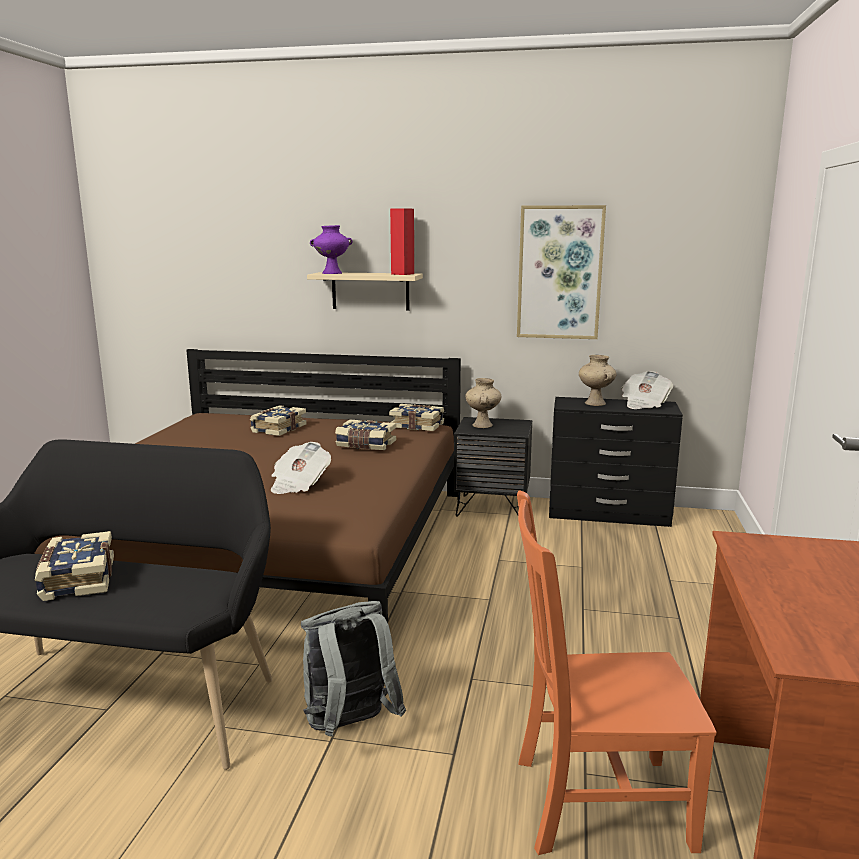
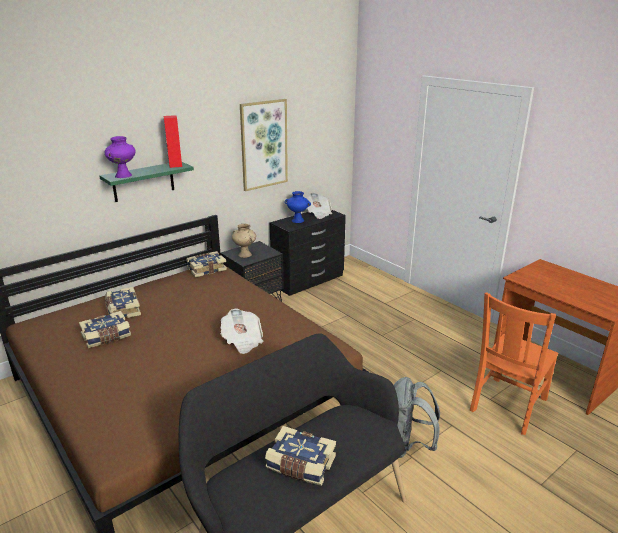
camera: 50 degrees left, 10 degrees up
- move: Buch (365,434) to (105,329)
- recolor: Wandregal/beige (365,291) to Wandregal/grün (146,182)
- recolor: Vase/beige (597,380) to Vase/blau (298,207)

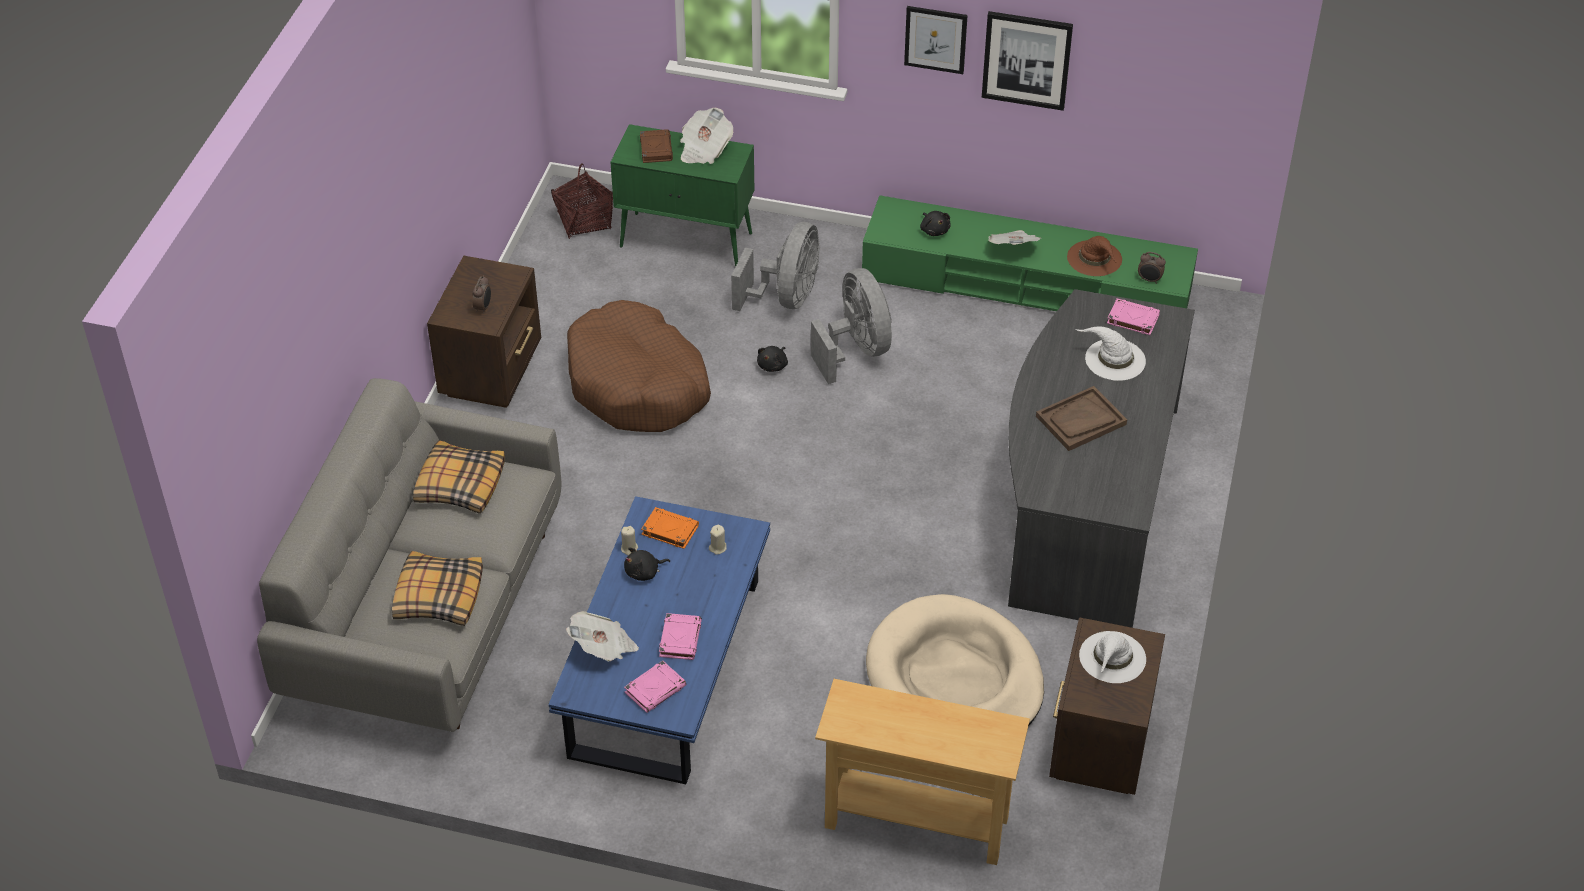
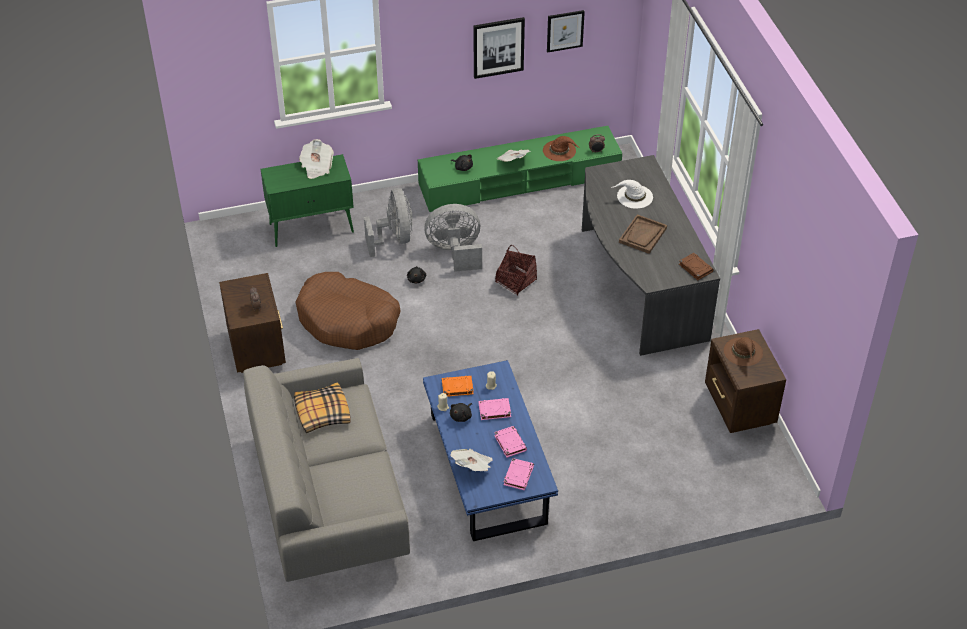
camera: 30 degrees left, 0 degrees up
- rotate: Ventilator/grau (851,326) = (453,238) 45 degrees counterclockwise
- move: Buch/rosa (1133,316) to (494,409)
- move: Korb (582,201) to (516,270)
- move: Bild (936,40) to (566,31)
- move: Buch/braun (656,146) to (696,266)
- recolor: Hut/weiß (1112,657) to Hut/braun (743,351)
- delete: Kissen (437,588)
- delete: Konsolentisch/beige (922,772)
- delete: Hundebett/beige (955,659)

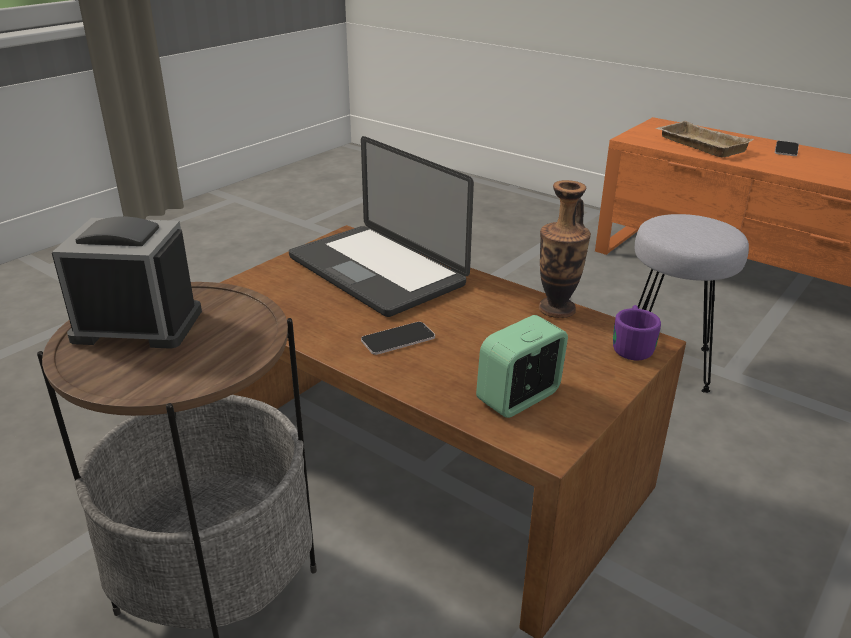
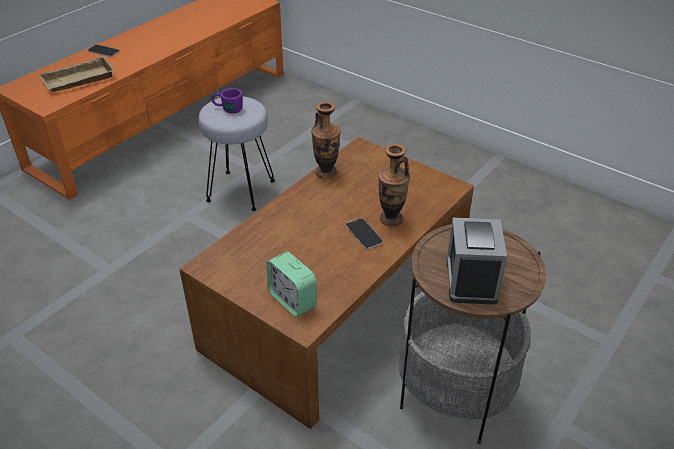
camera: 90 degrees left, 10 degrees up
- move: Henkelbecher/lila (637,332) to (227,101)
- move: Wecker (522,366) to (292,284)
- insert: Vase (394,185)
- delete: Laptop (381,226)

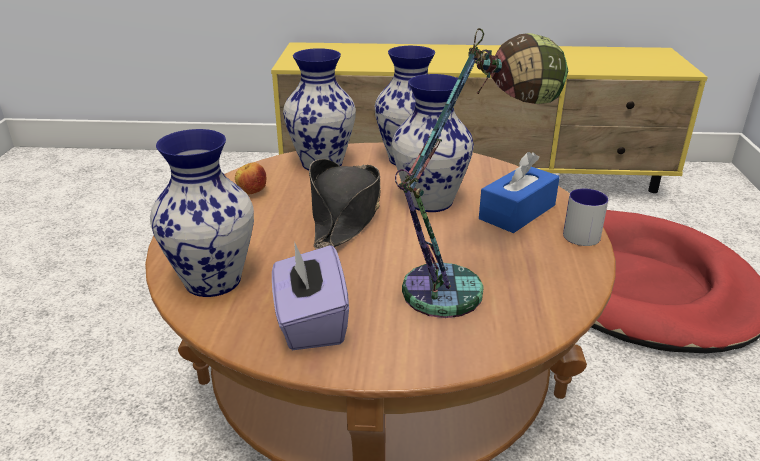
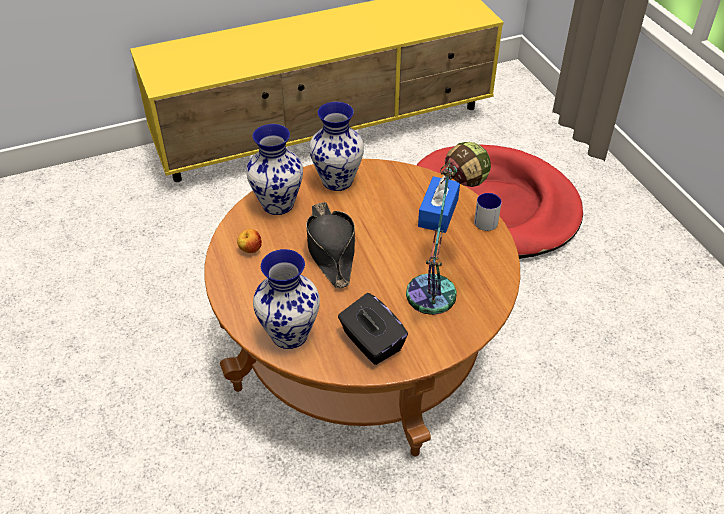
camera: 25 degrees left, 15 degrees up
- recolor: Taschentuchbox/lila (310,296) to Taschentuchbox/schwarz (373,329)
- delete: Vase (433,143)

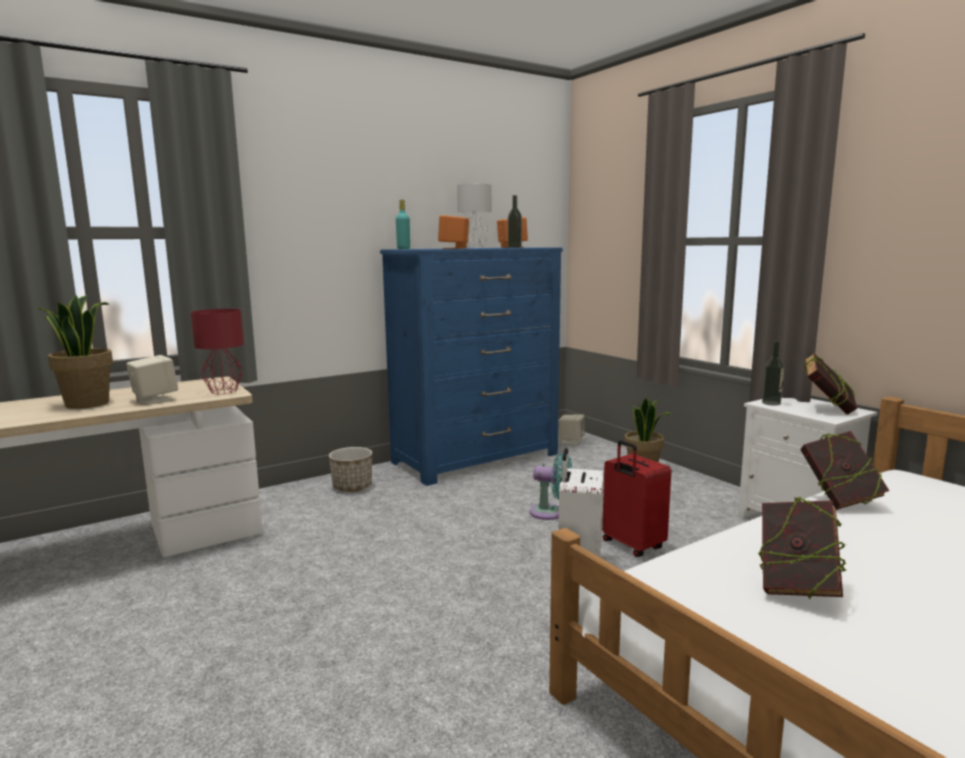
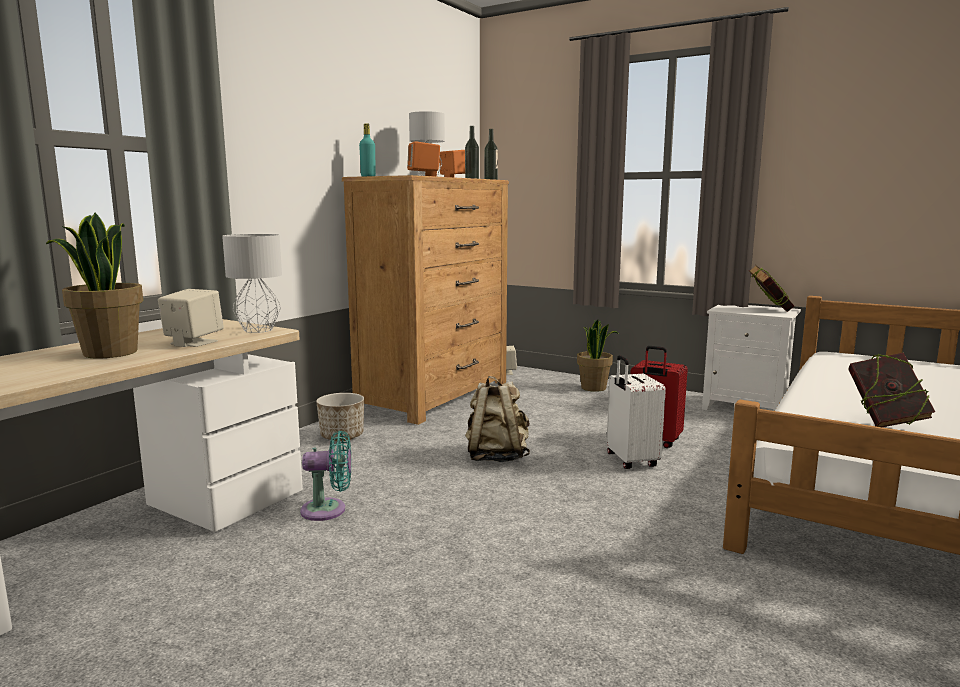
camera: 25 degrees left, 0 degrees up
- recolor: Tischlampe/rot (217,351) to Tischlampe/grau (252,283)
- move: Ventilator/türkis (551,486) to (325,476)
- recolor: Kommode/blau (471,367) to Kommode/braun (425,300)
- insert: Rucksack/beige (497,419)
- move: Flasche (773,373) to (491,154)
- delete: Buch (845,470)

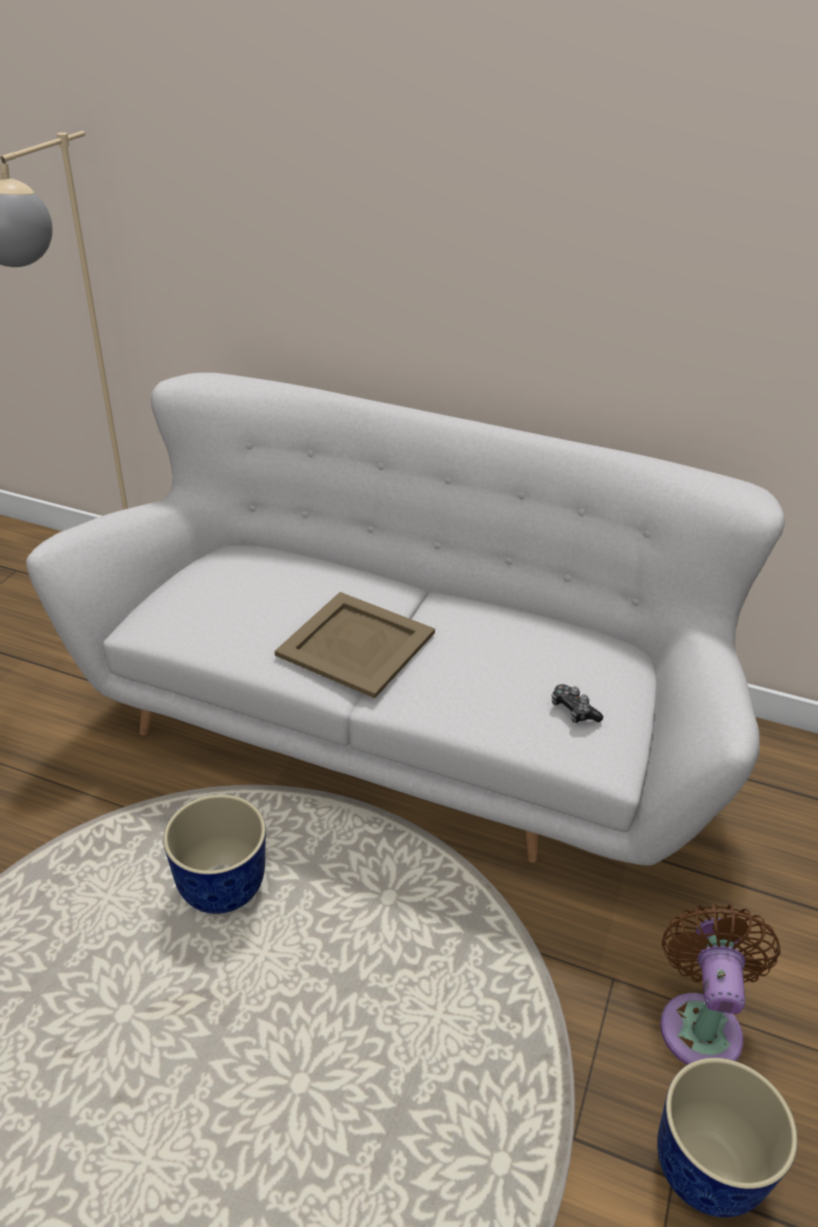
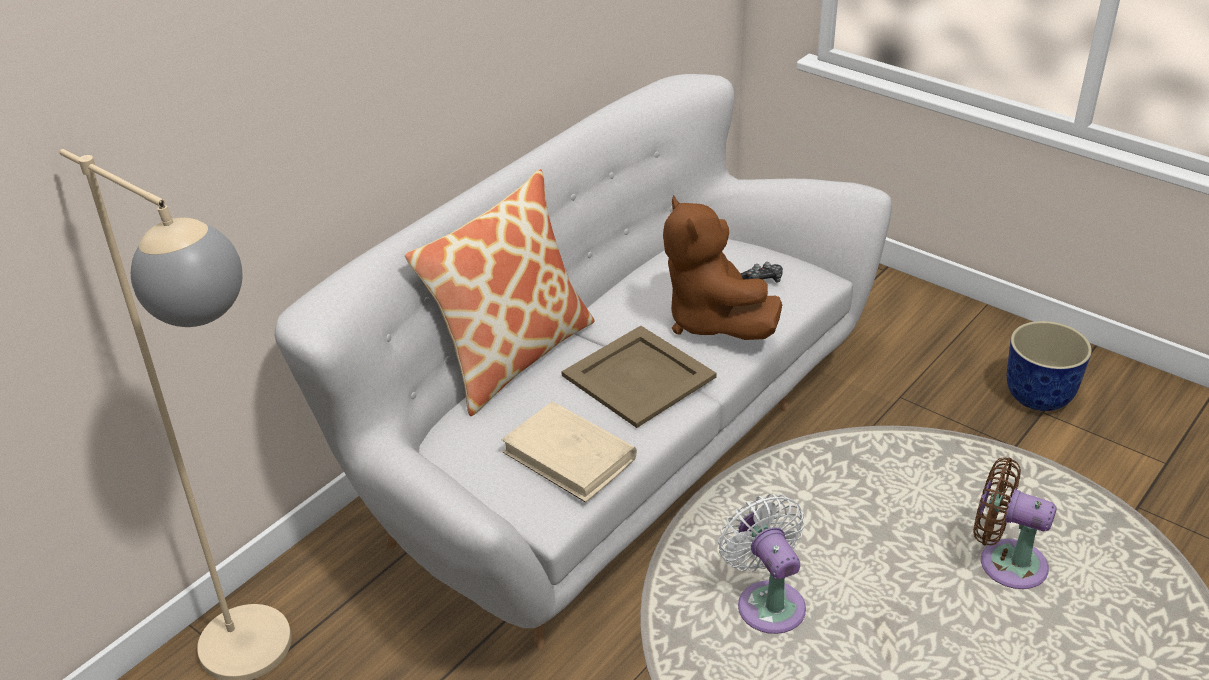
camera: 70 degrees left, 0 degrees up
- insert: Kissen (500,292)
- insert: Buch/beige (569,452)
- insert: Plüschtier/braun (722,267)
- replace: Pflanzkübel (214,854) to Ventilator/weiß (762,564)
- move: Ventilator/braun (720,984) to (1015,523)

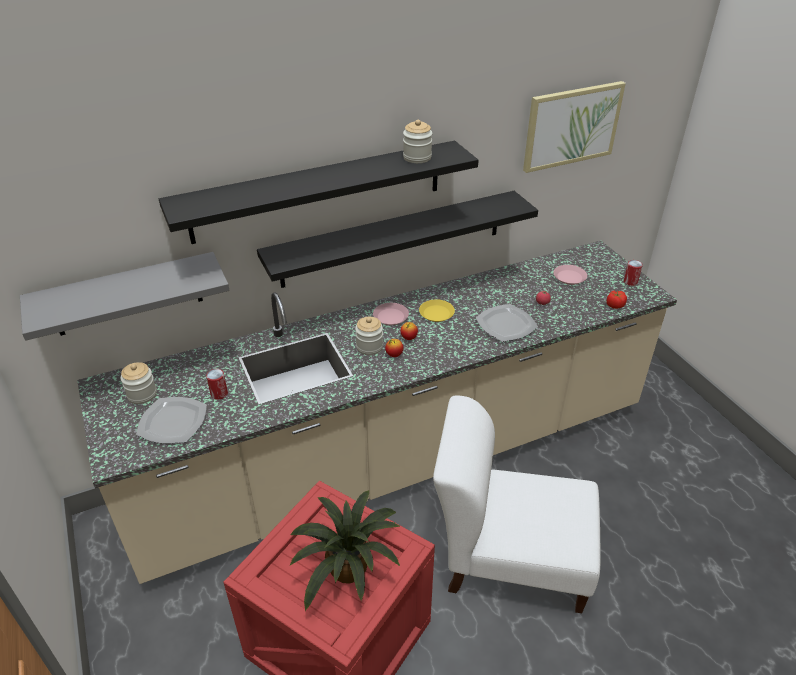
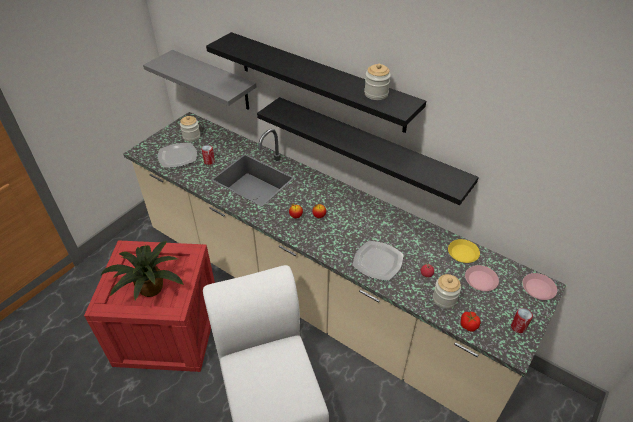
camera: 60 degrees right, 5 degrees up
- move: Vorratsglas (369,336) to (447,291)
- move: Teller/gelb (437,310) to (464,251)
- move: Teller/rosa (391,314) to (539,286)
- delete: Bild (574,127)

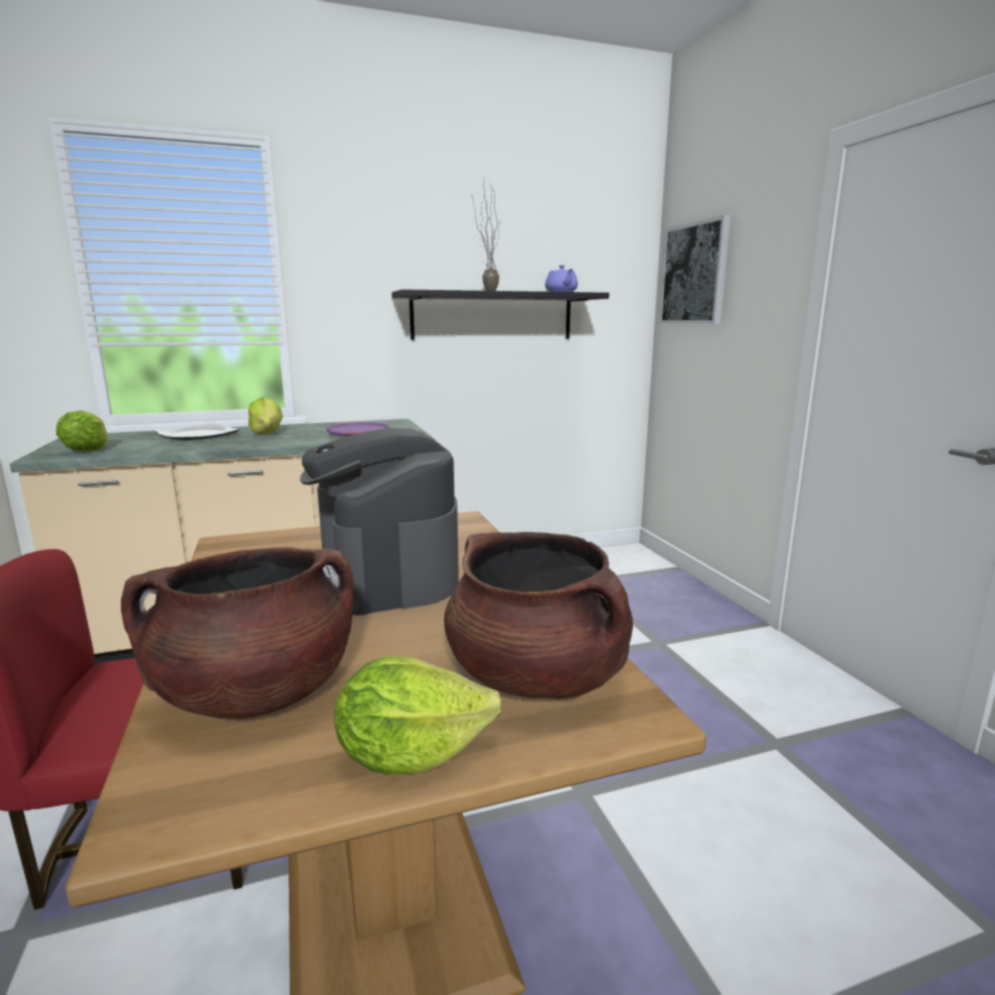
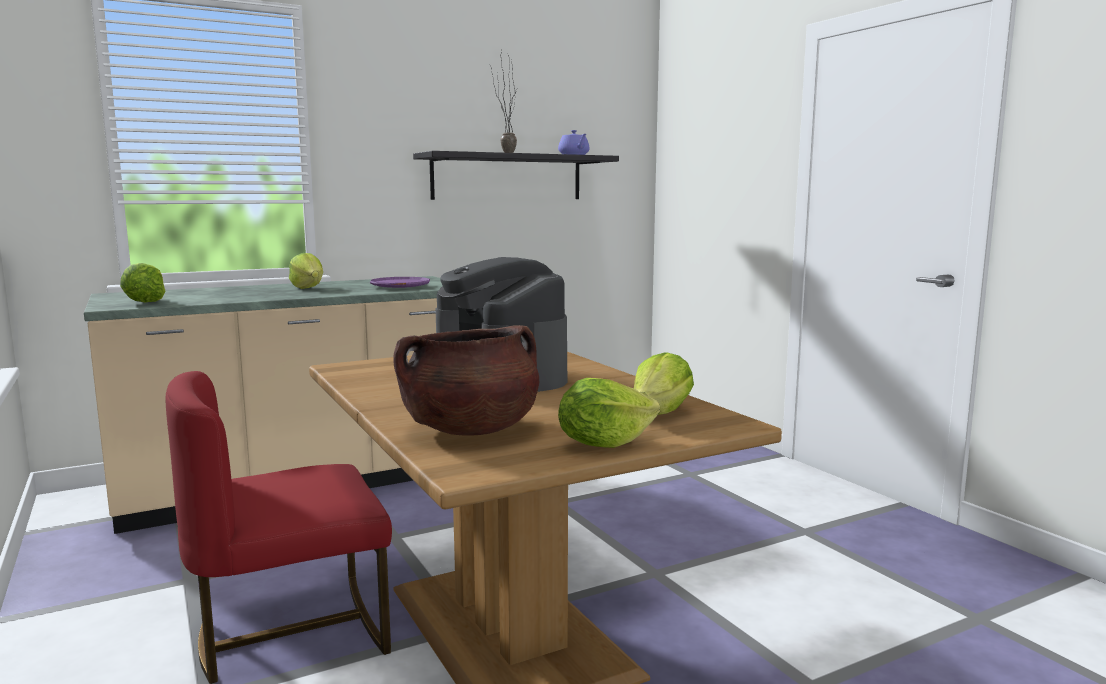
camera: 10 degrees left, 5 degrees down
- replace: Kochtopf/braun (538,615) to Salatkopf (664,384)
- delete: Teller (197,431)
- delete: Bild (695,269)

